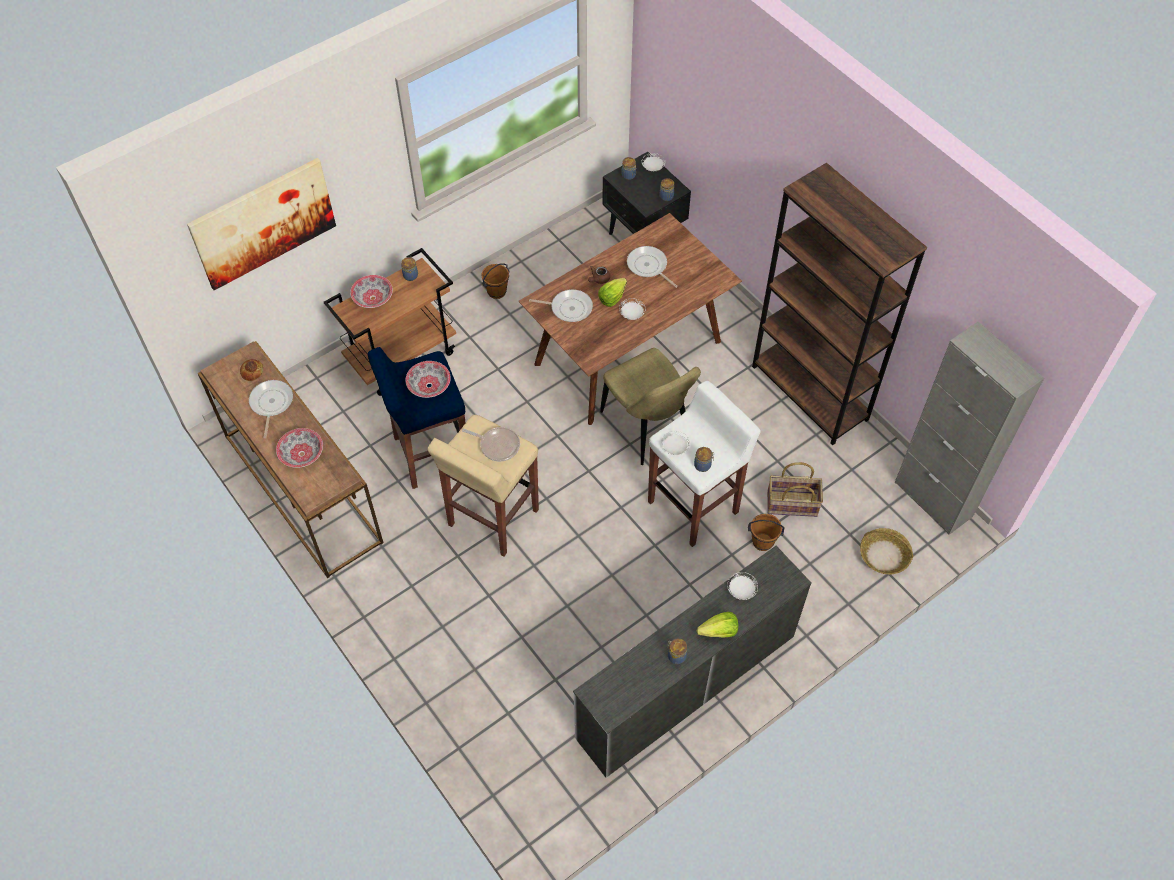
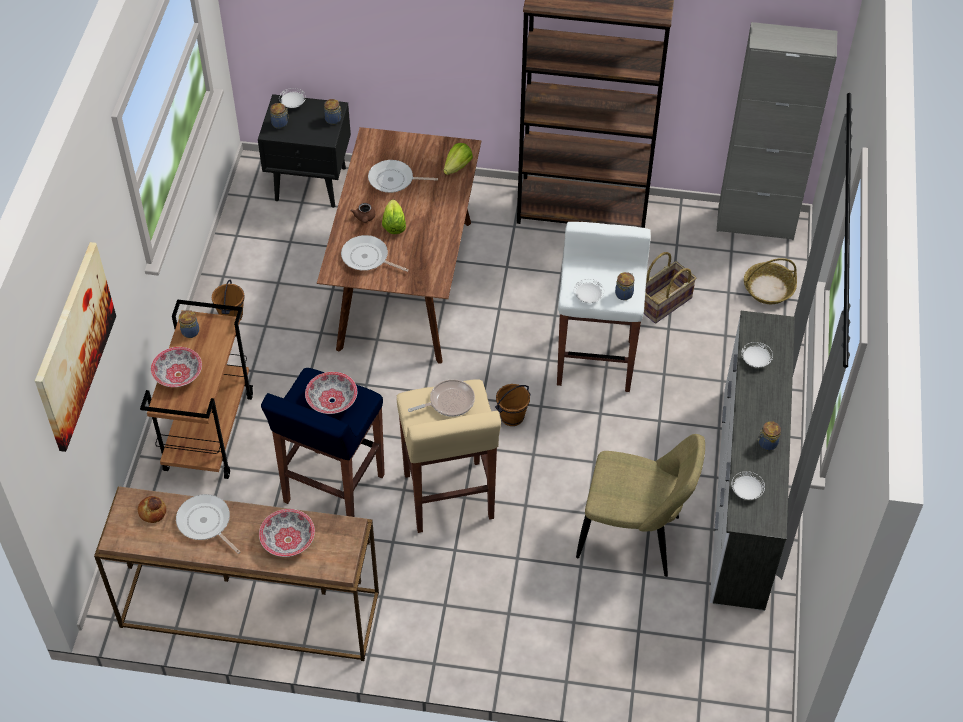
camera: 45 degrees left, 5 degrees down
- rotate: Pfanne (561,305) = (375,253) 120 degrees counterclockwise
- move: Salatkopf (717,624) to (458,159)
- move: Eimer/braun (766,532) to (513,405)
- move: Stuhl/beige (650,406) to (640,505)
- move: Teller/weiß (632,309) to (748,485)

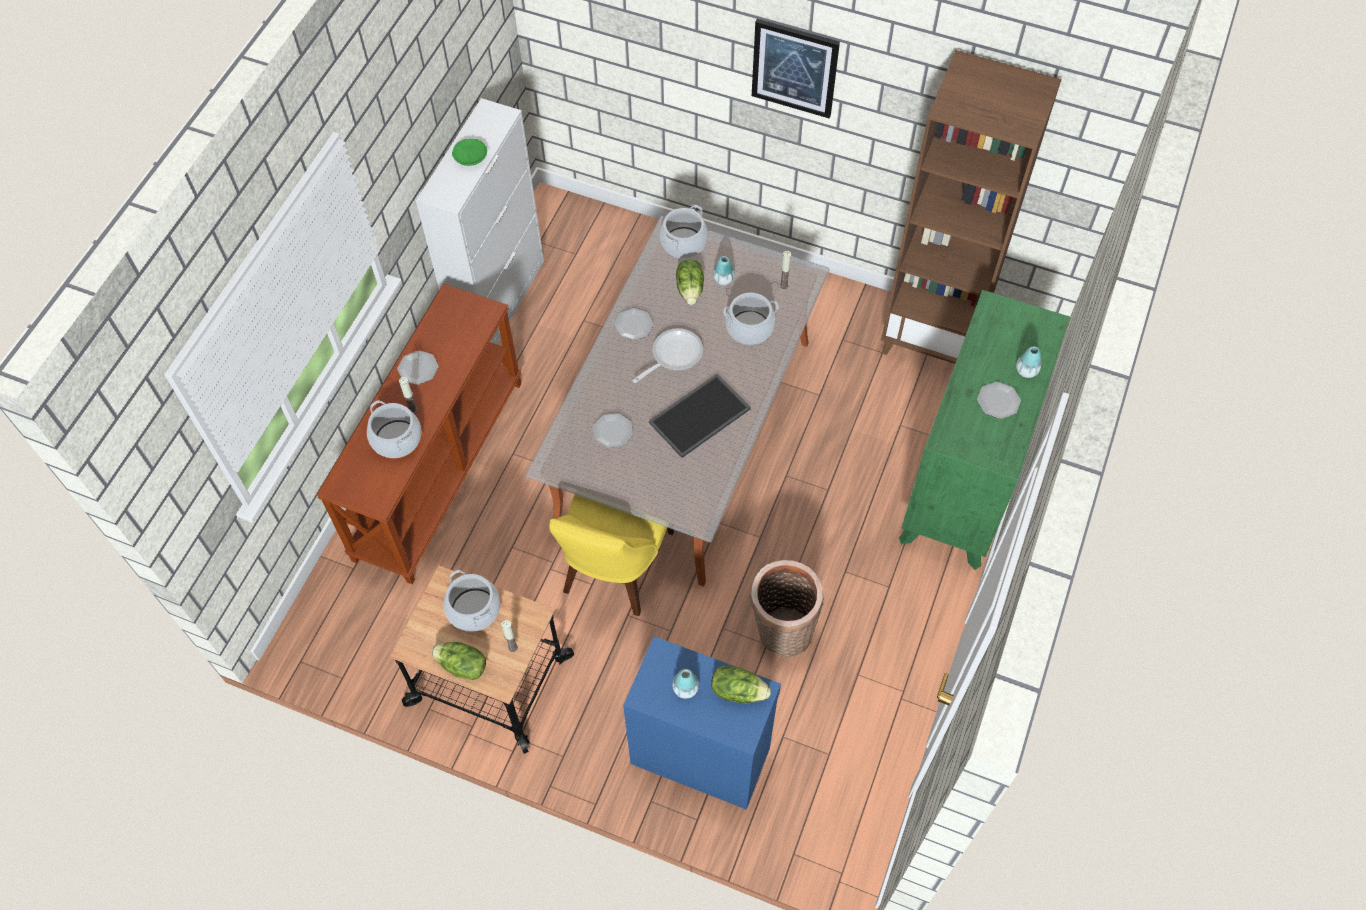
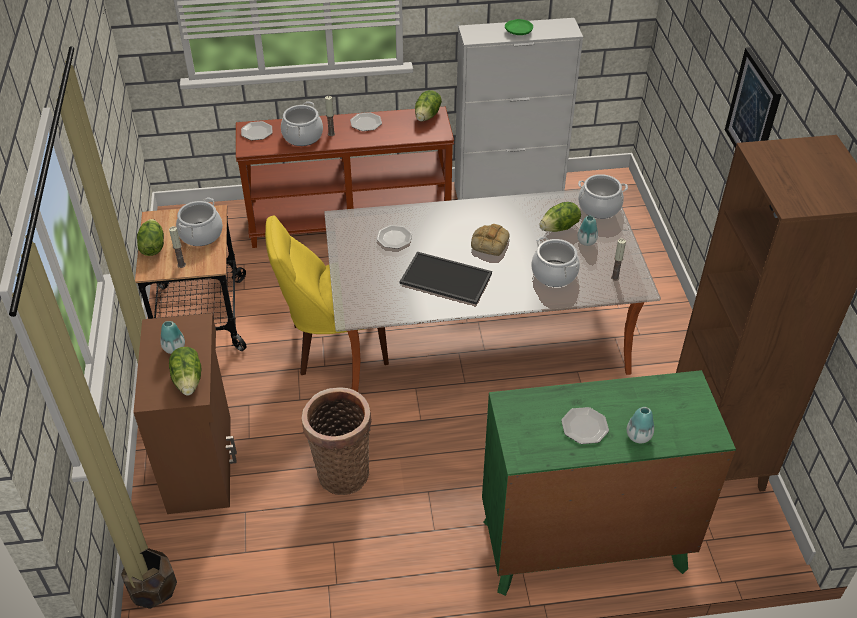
camera: 60 degrees right, 15 degrees down
- insert: Pflanzkübel/braun (149,578)
- recolor: Schrank/blau (702,723) to Schrank/braun (185,413)
- move: Teller (634,324) to (257,130)
- insert: Salatkopf (428,106)
- replace: Pfanne (668,355) to Brot (490,240)

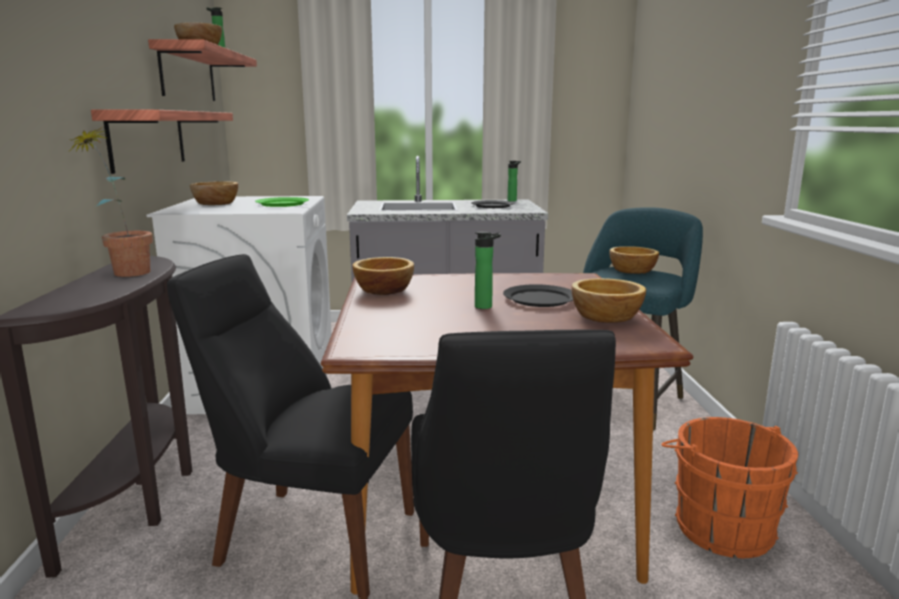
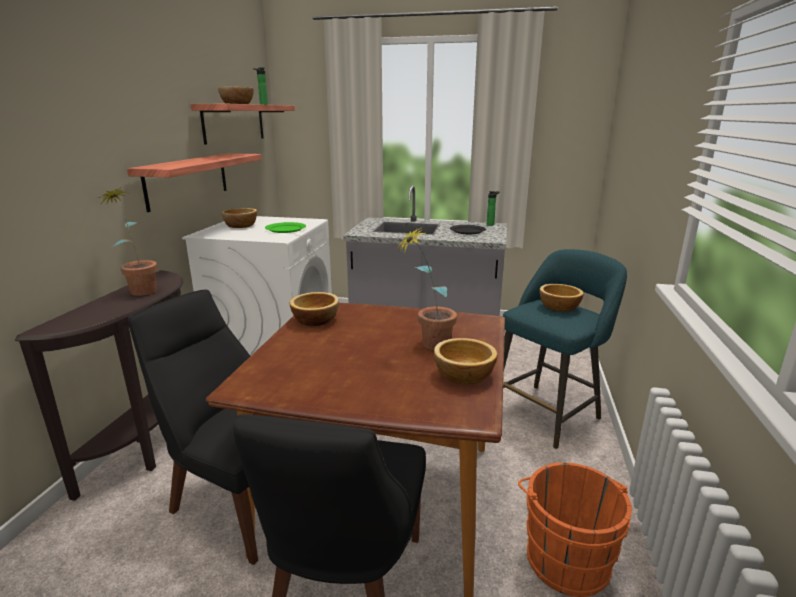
camera: 15 degrees right, 5 degrees up
- replace: Teller/schwarz (538,295) to Topfpflanze (426,288)
- delete: Flasche (488,270)

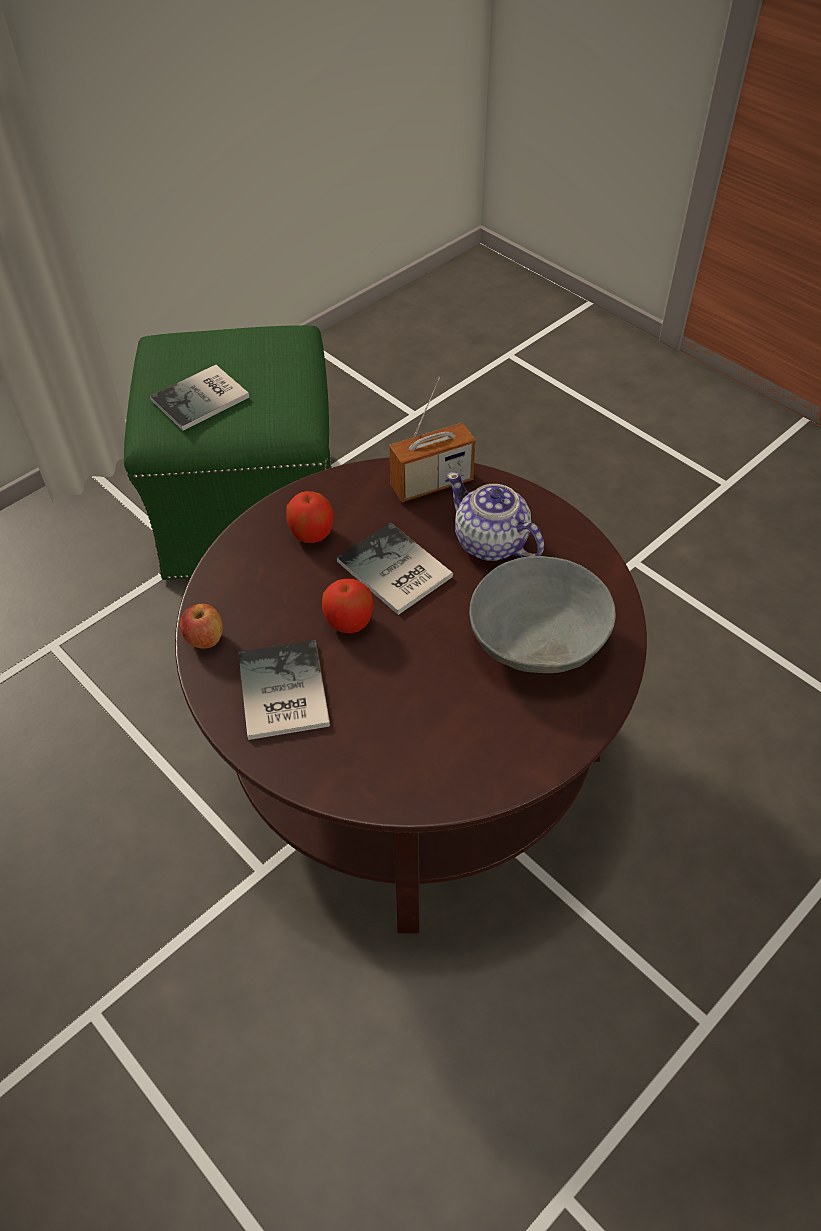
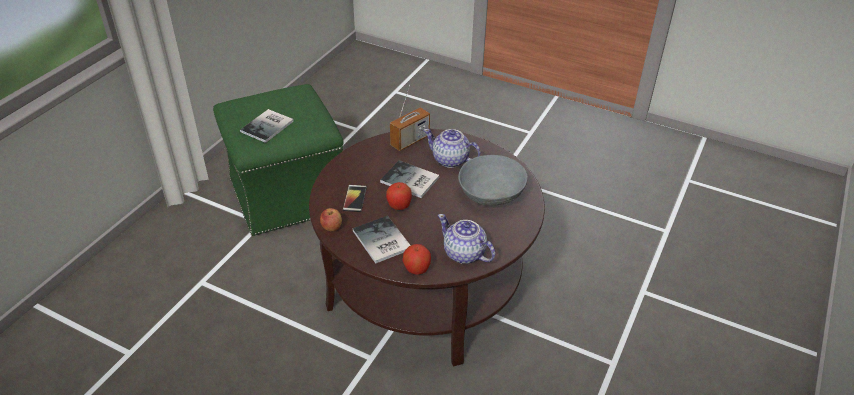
camera: 20 degrees left, 10 degrees down
- insert: Handy (355,198)
- move: Apfel (310,517) to (417,259)
- insert: Teekanne (466,239)

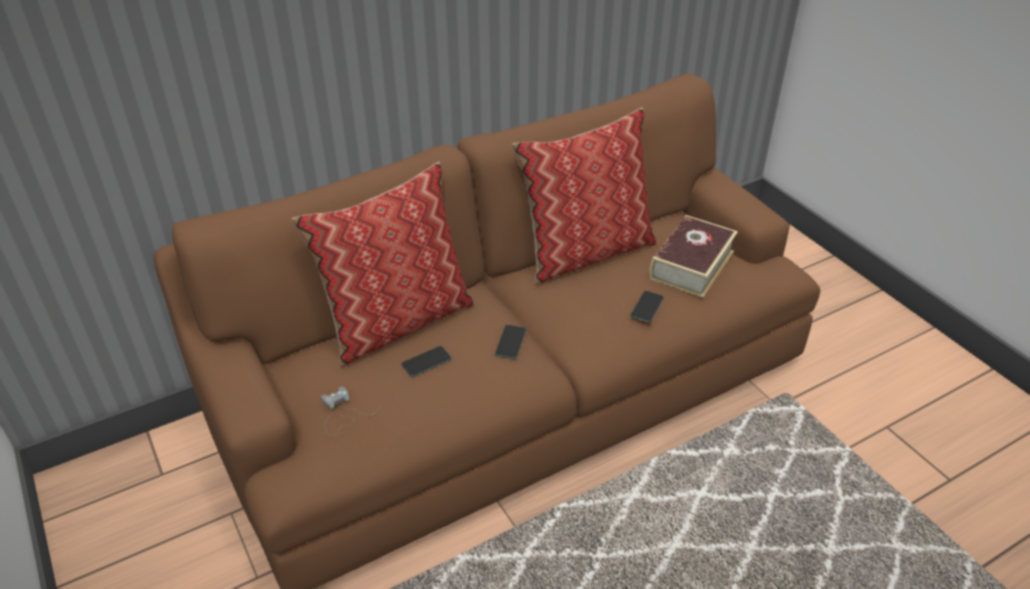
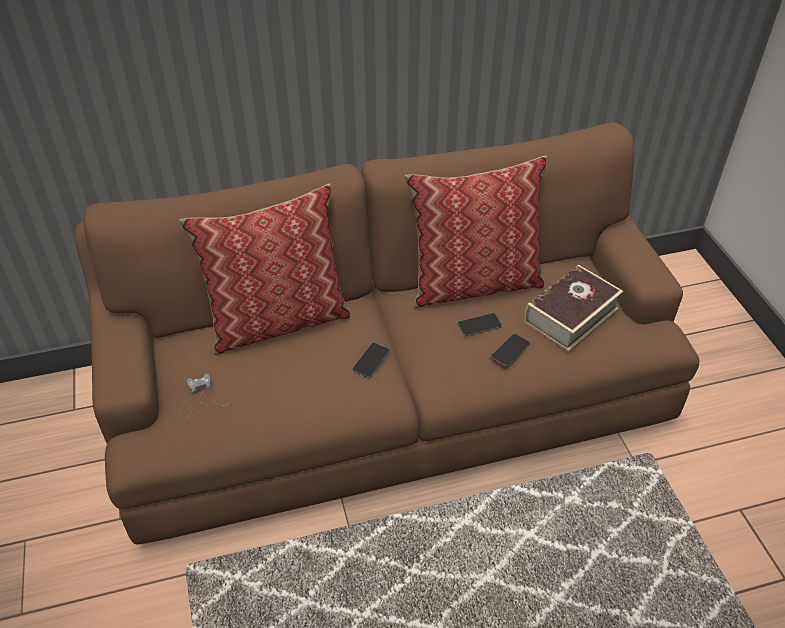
camera: 15 degrees right, 5 degrees up
- move: Handy (426,361) to (480,324)

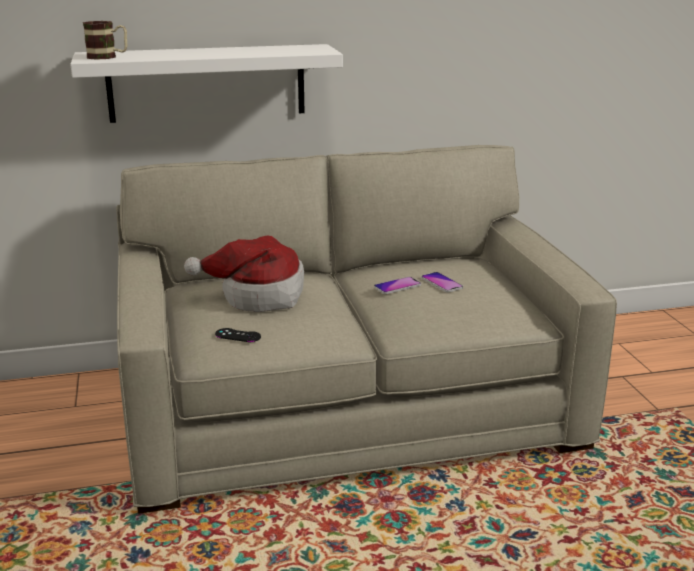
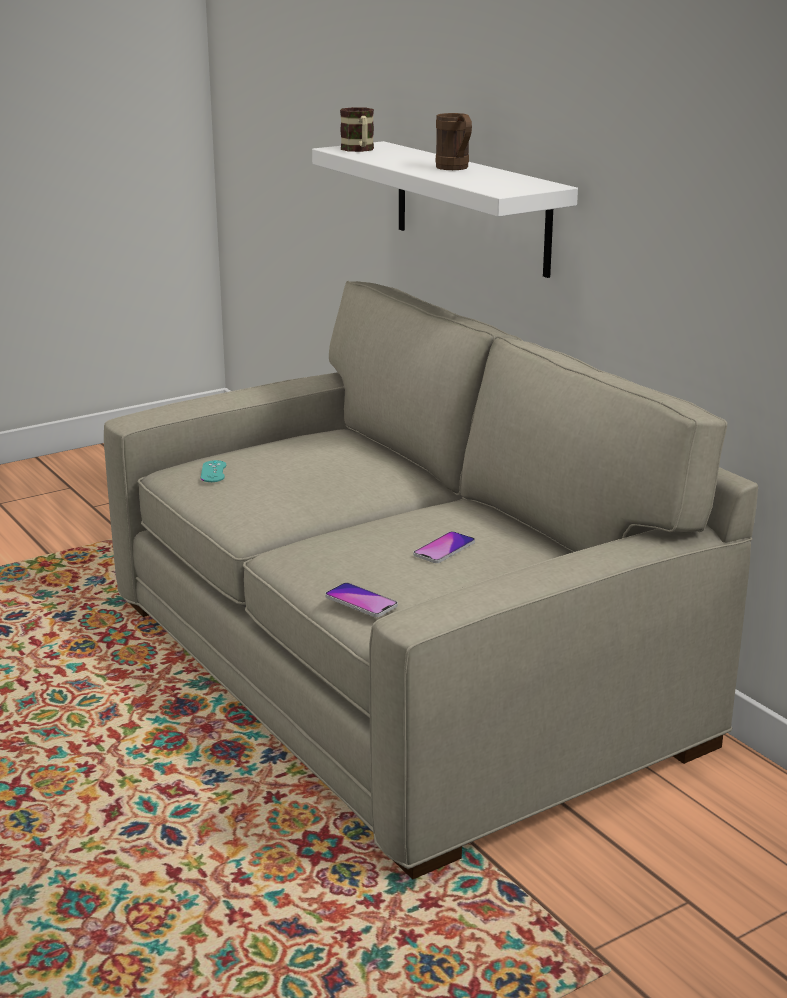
camera: 70 degrees right, 0 degrees up
- recolor: Gamepad/schwarz (238,335) to Gamepad/türkis (213,471)
- move: Handy (397,285) to (361,600)
- insert: Henkelbecher/braun (454,141)
- delete: Hut (244,274)

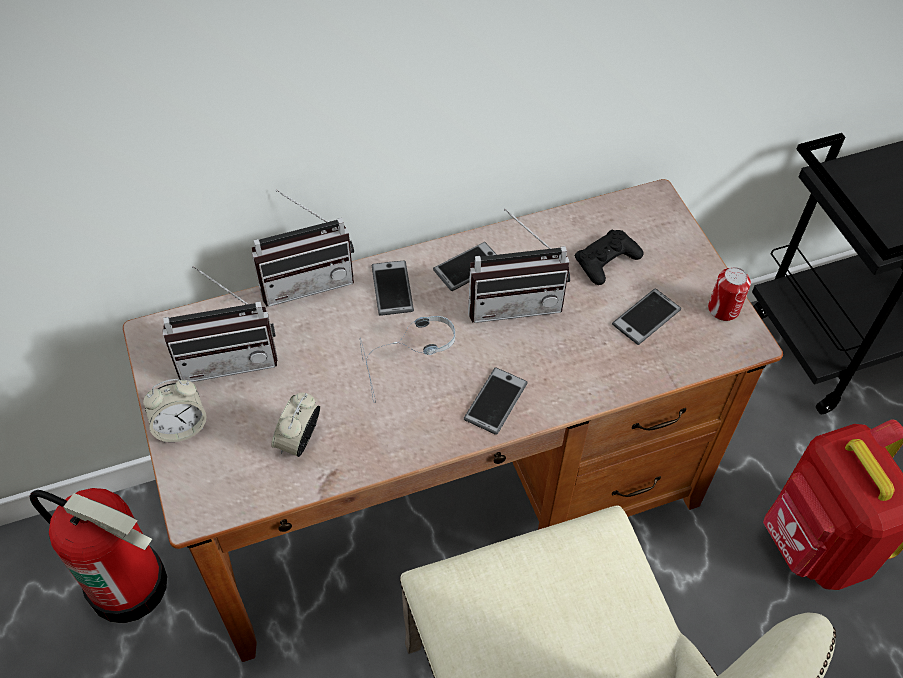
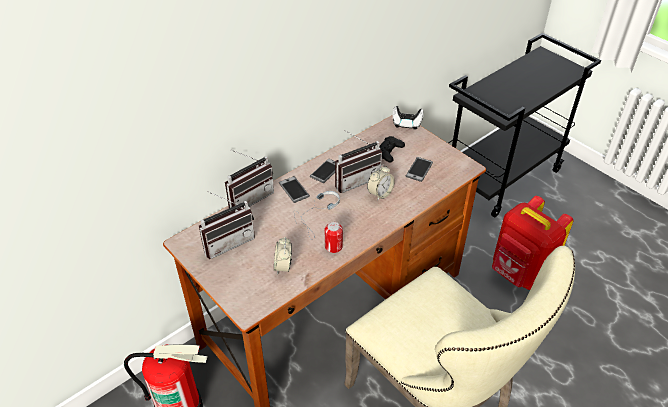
camera: 20 degrees left, 10 degrees down
- move: Dose (729,294) to (334,237)
- move: Wecker (175,410) to (381,183)
- insert: Gamepad (408,118)
- delete: Handy (496,401)

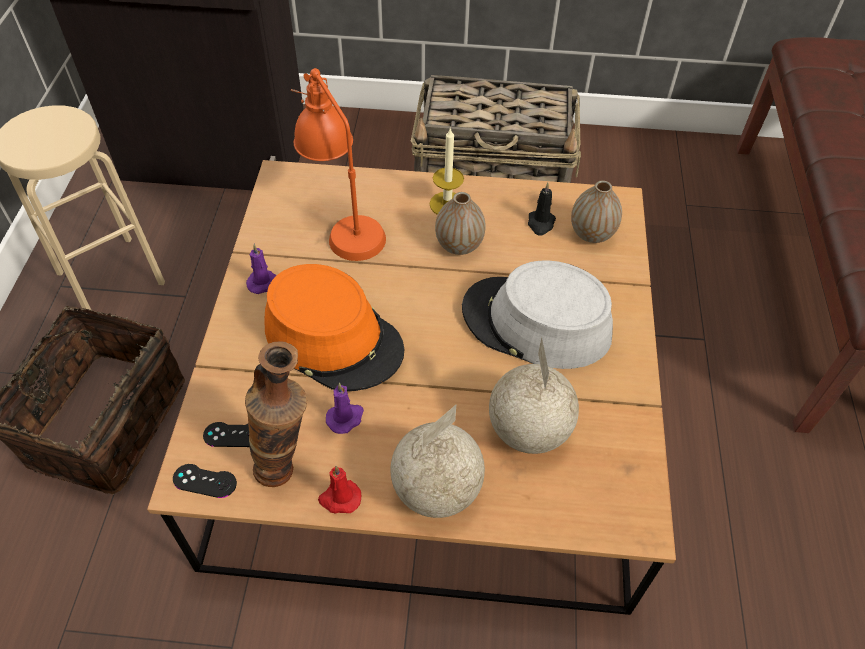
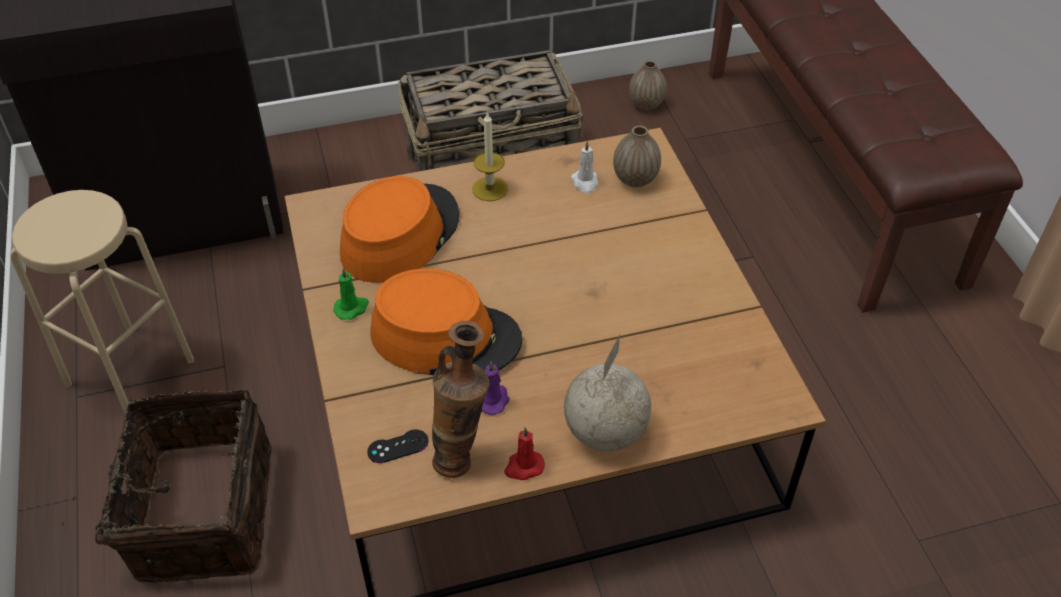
camera: 20 degrees left, 5 degrees down
- recolor: Kerze/lila (261,269) to Kerze/grün (351,293)
- replace: Tischlampe/orange (338,164) to Hut/orange (399,229)
- recolor: Kerze/schwarz (542,209) to Kerze/weiß (585,167)
- move: Vase (460,223) to (648,85)
- delete: Gamepad/schwarz (205,481)
- delete: Hut/grau (537,314)
- delete: Globus (534,395)

